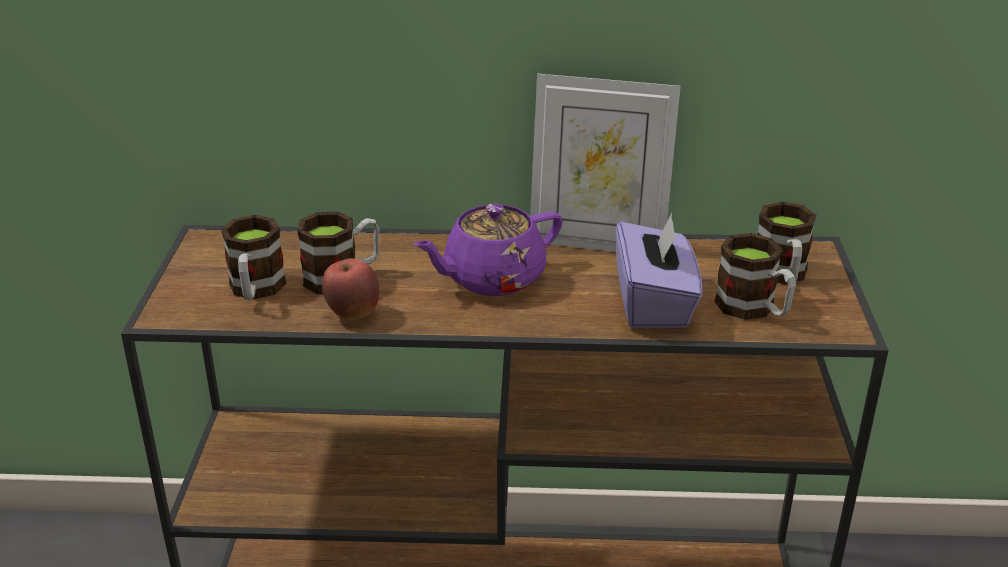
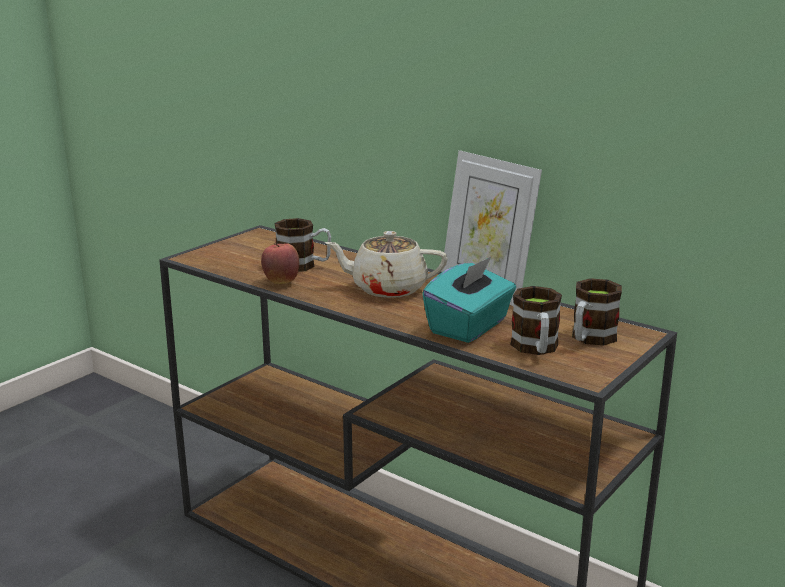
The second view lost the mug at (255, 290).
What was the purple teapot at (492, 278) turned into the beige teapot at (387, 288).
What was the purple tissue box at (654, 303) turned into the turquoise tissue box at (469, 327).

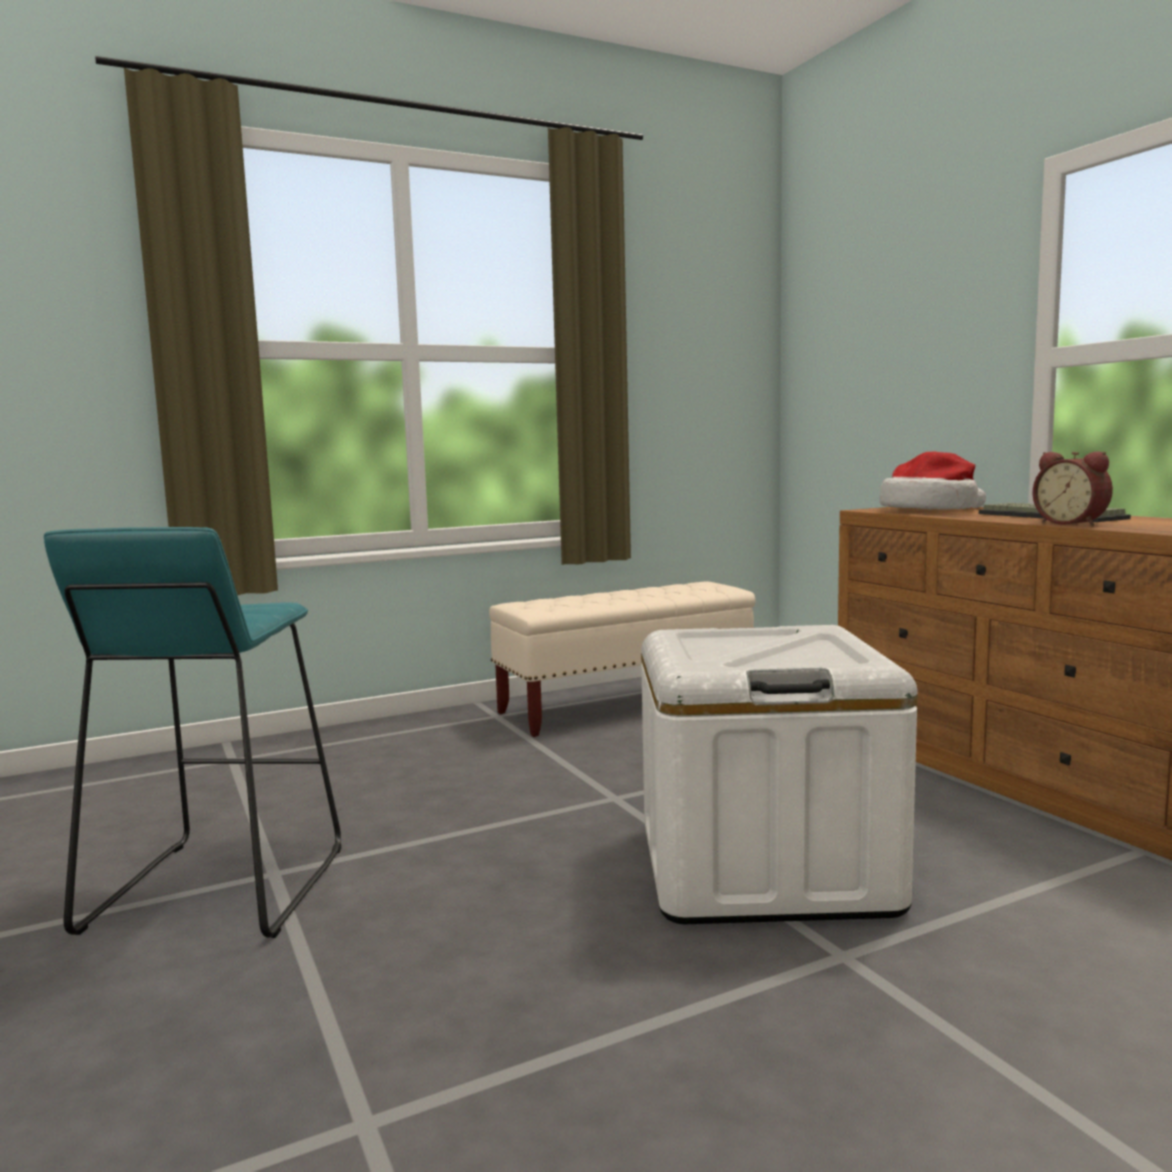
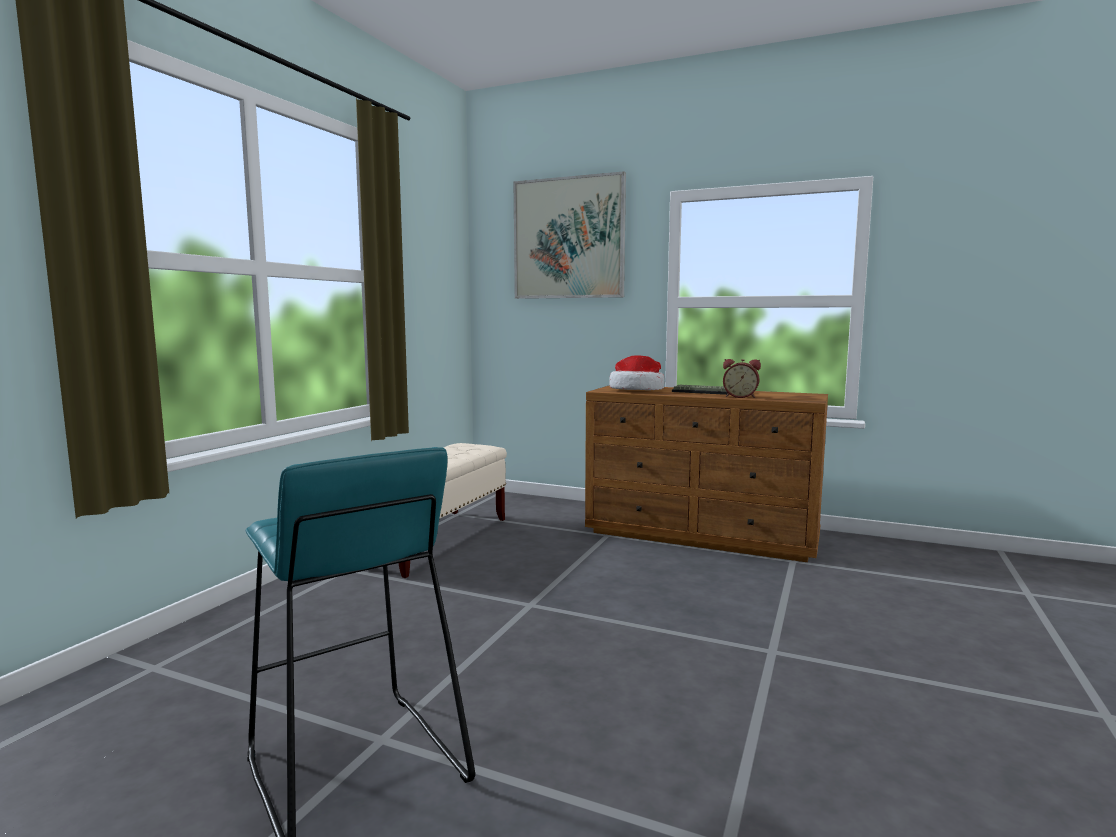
The second view lost the white storage box at (764, 867).
The second view gained the picture at (568, 238).

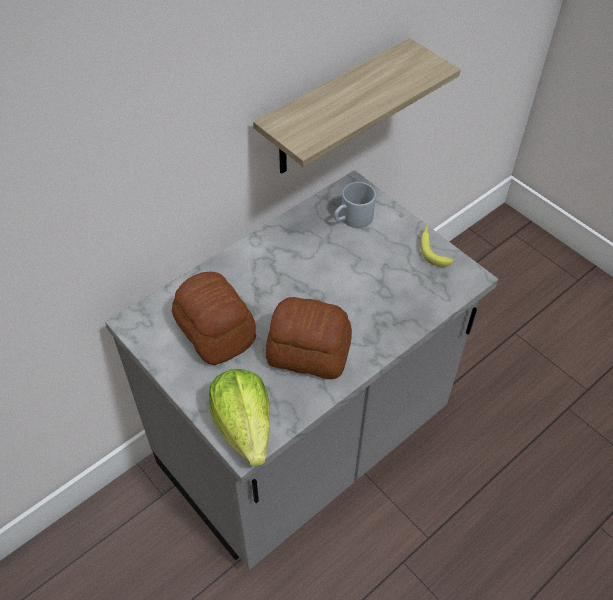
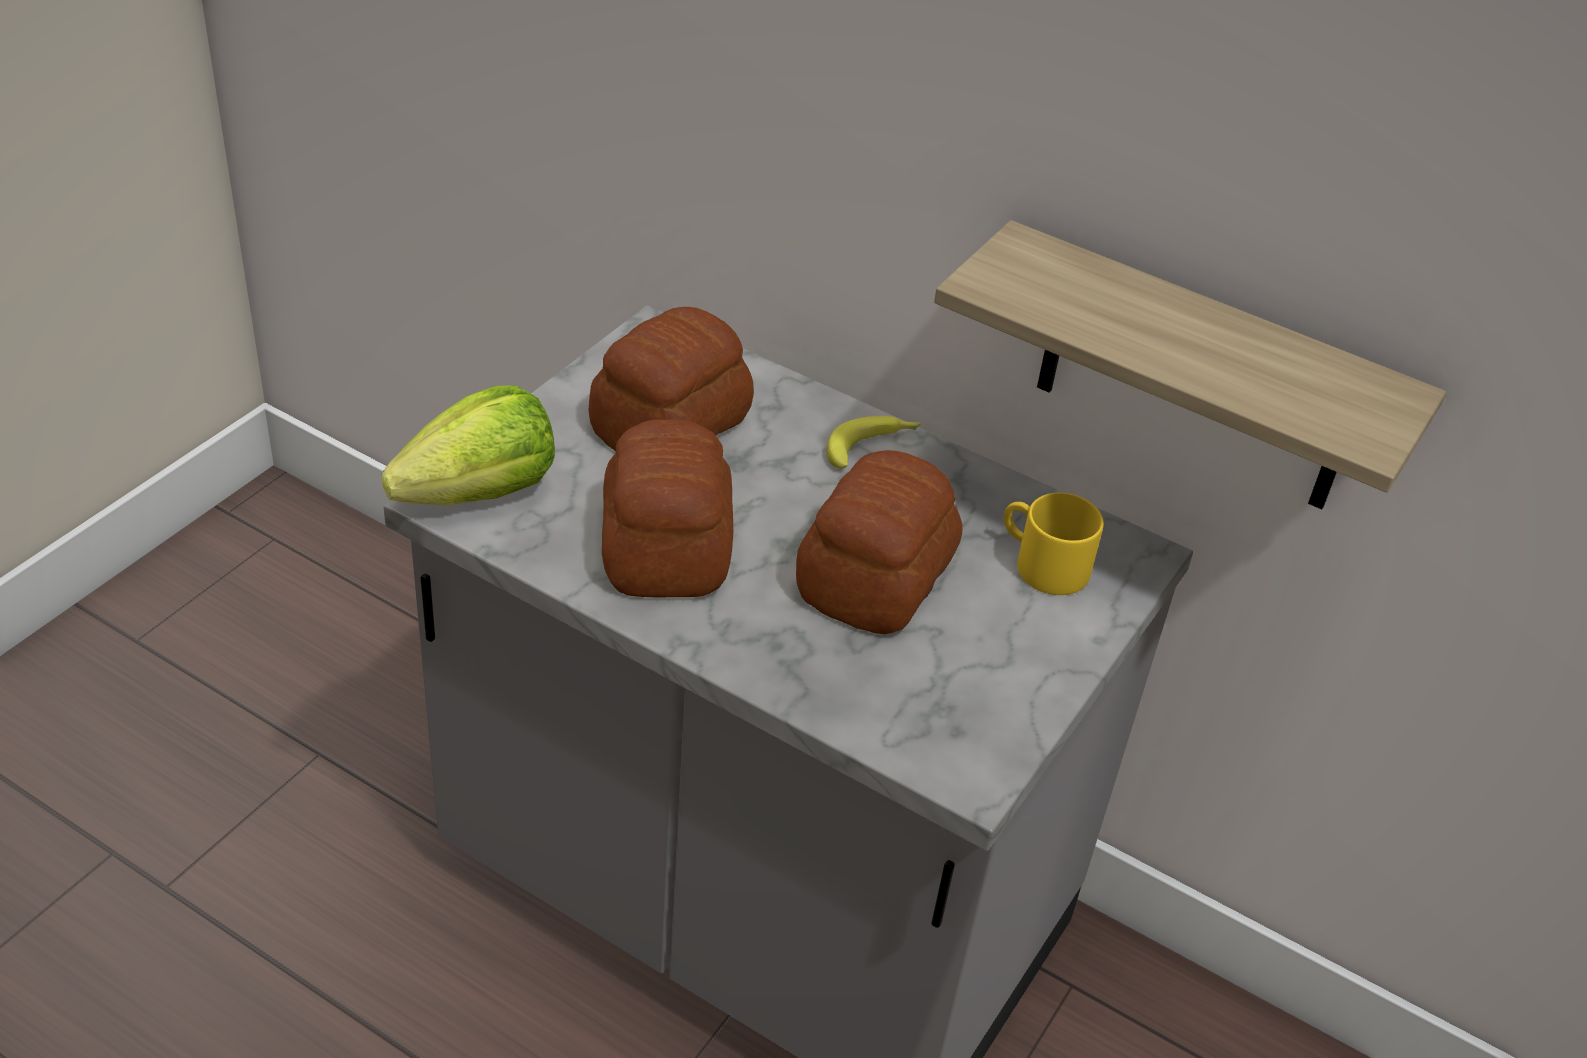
What was the grey mug at (352, 219) turned into the yellow mug at (1040, 564).
The banana ended up elsewhere, having gone from (433, 248) to (872, 447).
The second view gained the bread at (878, 578).

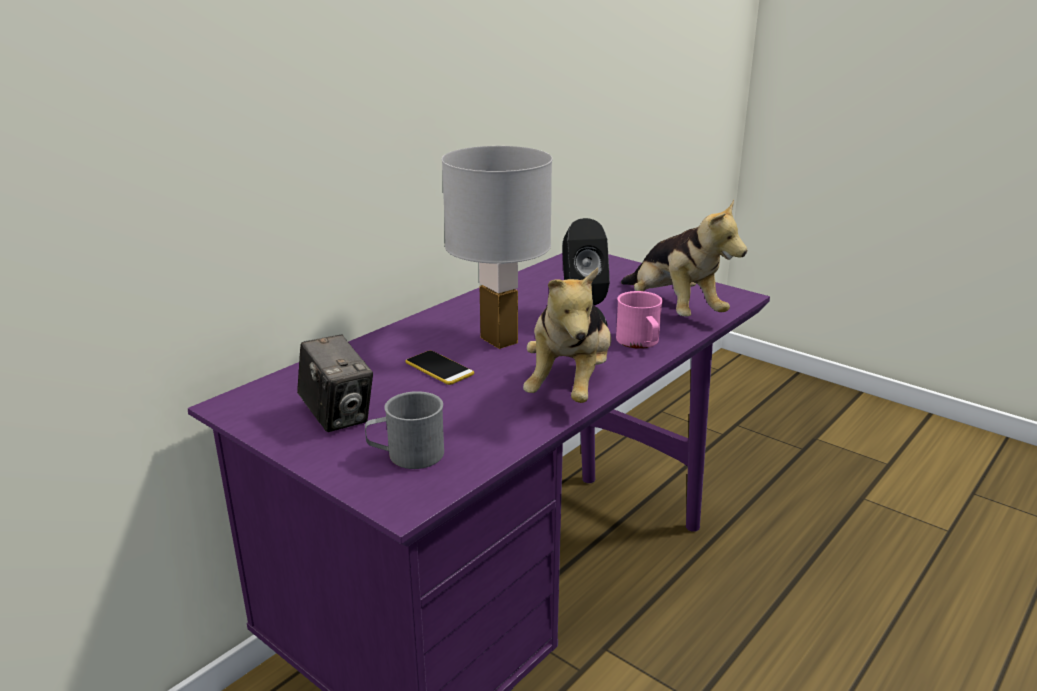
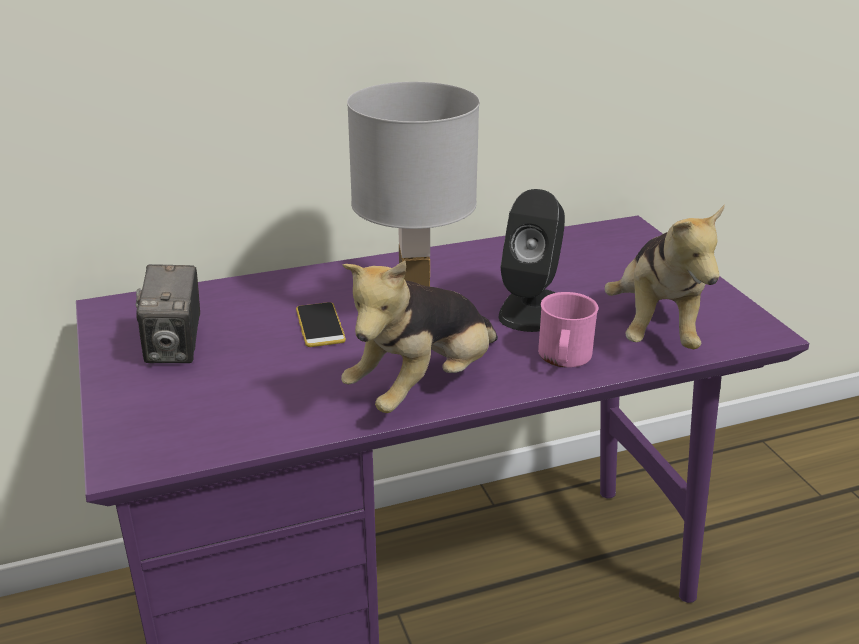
The second view lost the grey mug at (406, 455).

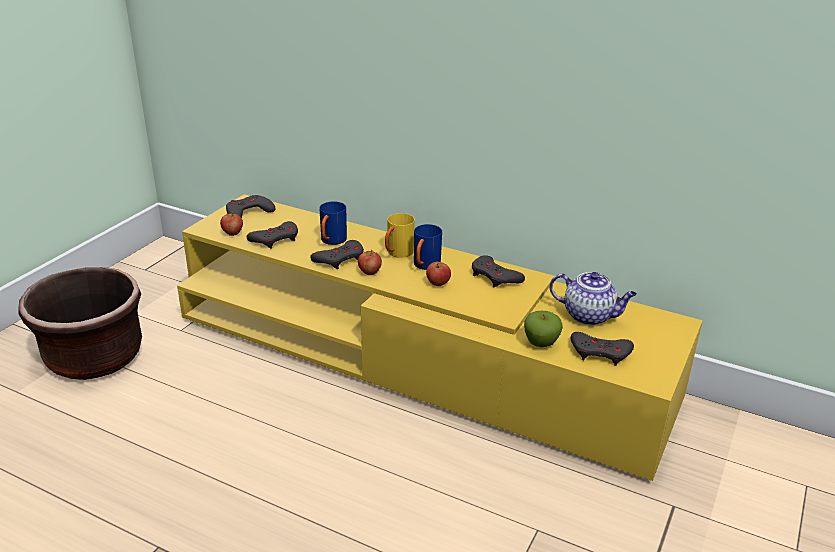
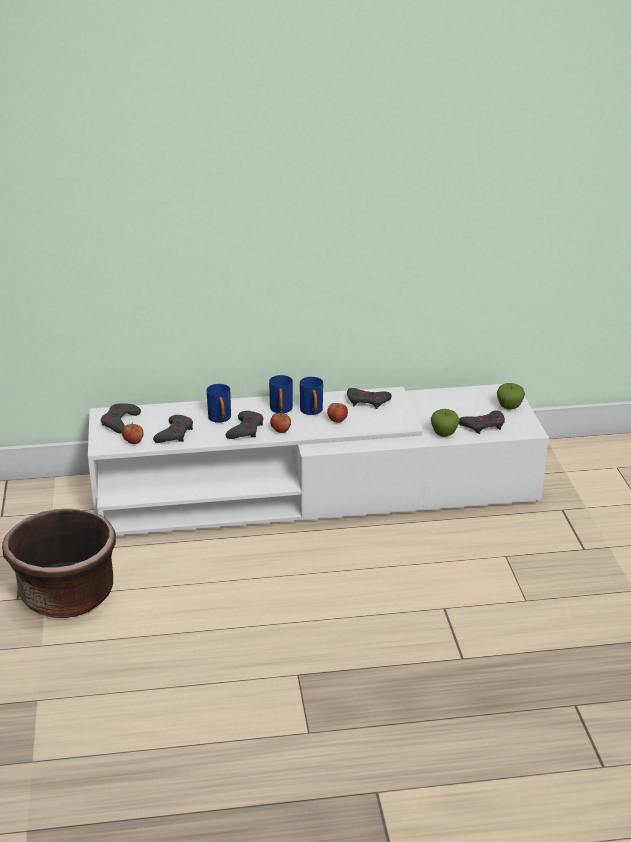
What was the yellow tv stand at (415, 357) turned into the white tv stand at (315, 491).
What was the yellow mug at (397, 254) turned into the blue mug at (281, 410).
The second view lost the teapot at (589, 316).
The second view gained the apple at (509, 407).

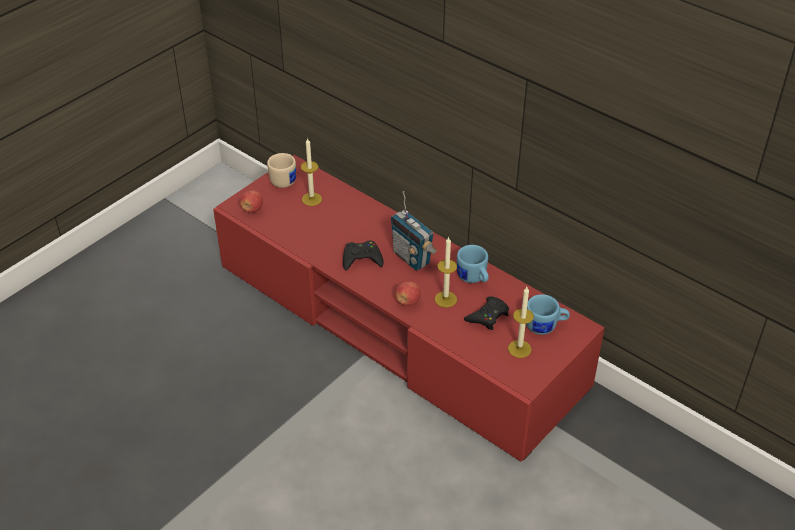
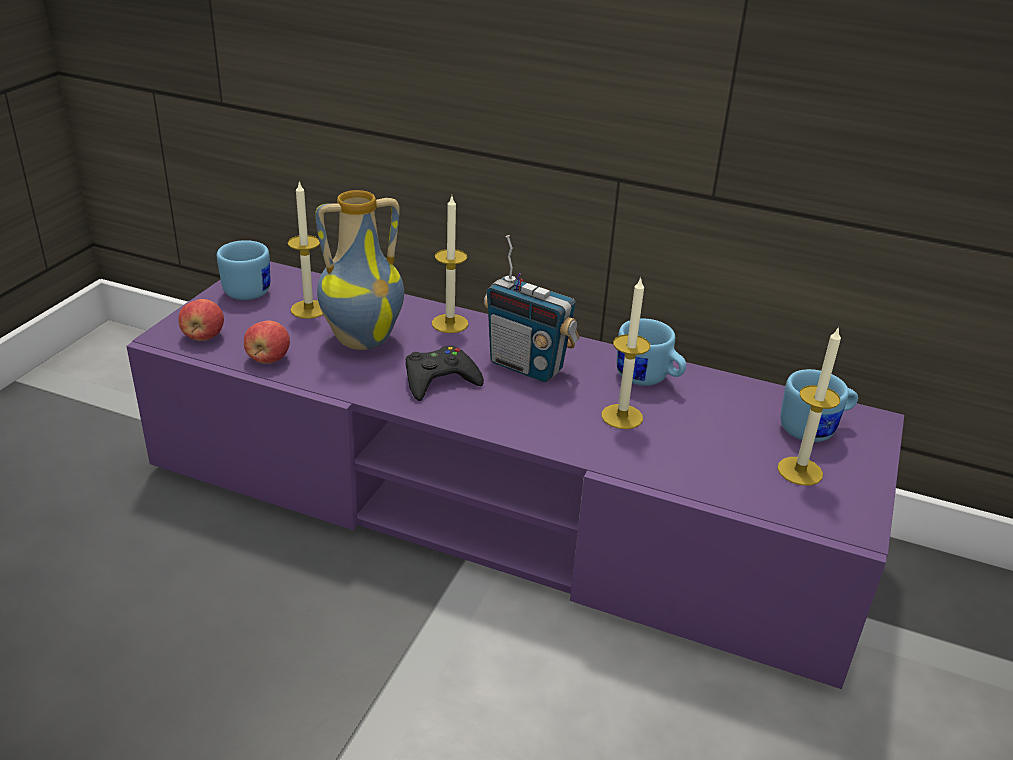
What was the red tv stand at (397, 326) turned into the purple tv stand at (499, 505).
What was the beige mug at (285, 179) turned into the blue mug at (249, 288).
The apple ended up elsewhere, having gone from (407, 302) to (268, 359).
The second view lost the black game controller at (488, 316).
The second view gained the vase at (362, 339).
The second view gained the candle at (450, 323).

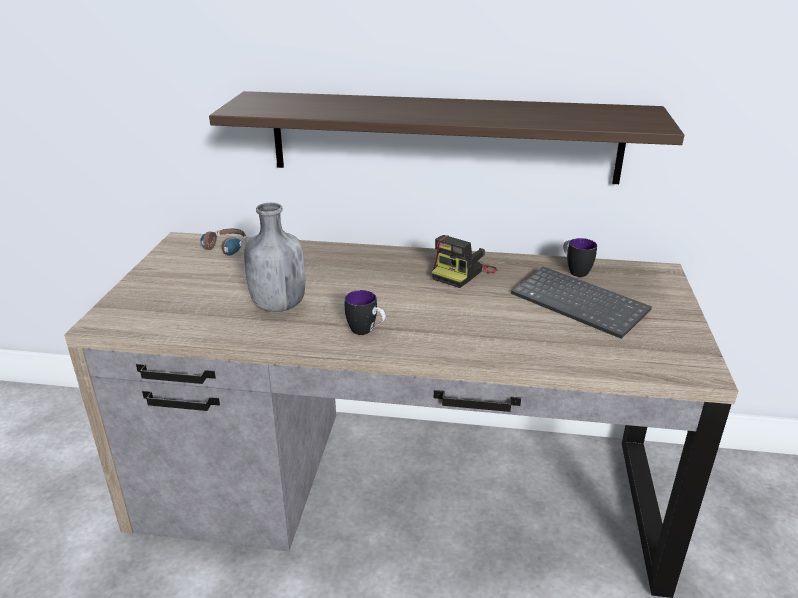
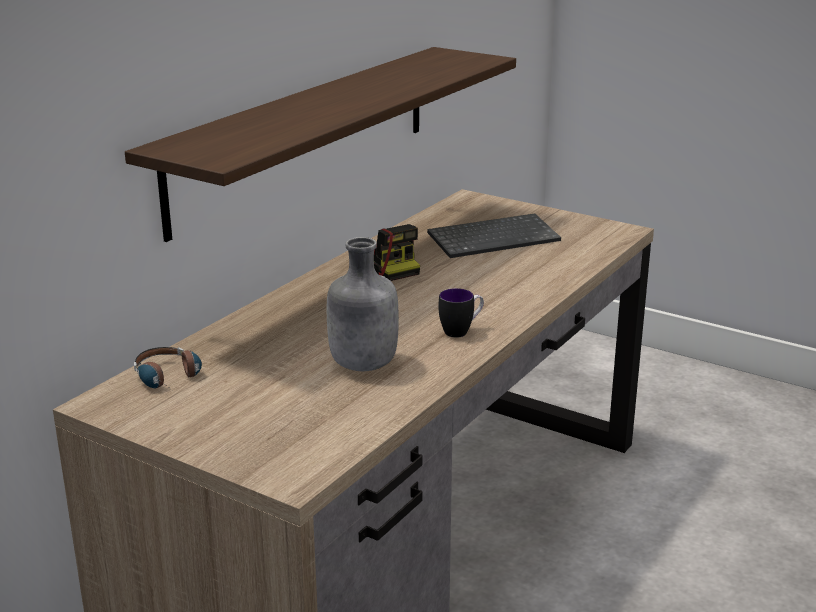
The second view lost the mug at (575, 271).

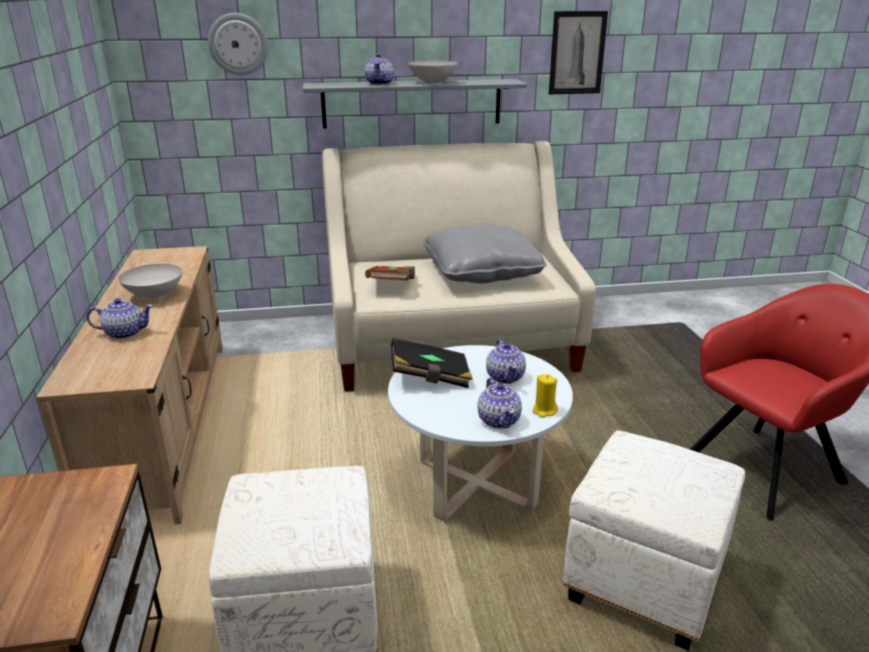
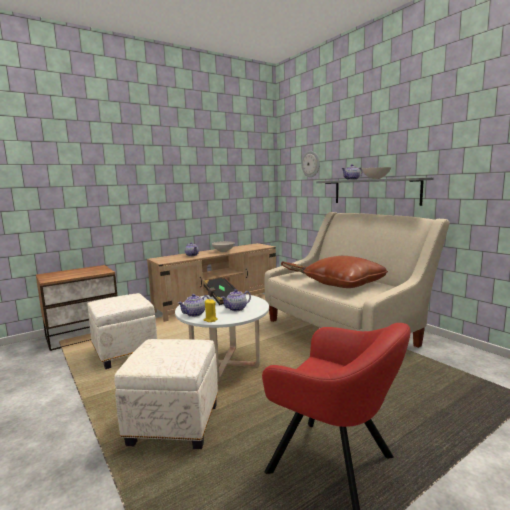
What was the grey pillow at (481, 273) turned into the brown pillow at (344, 284).
The second view lost the picture at (577, 53).

